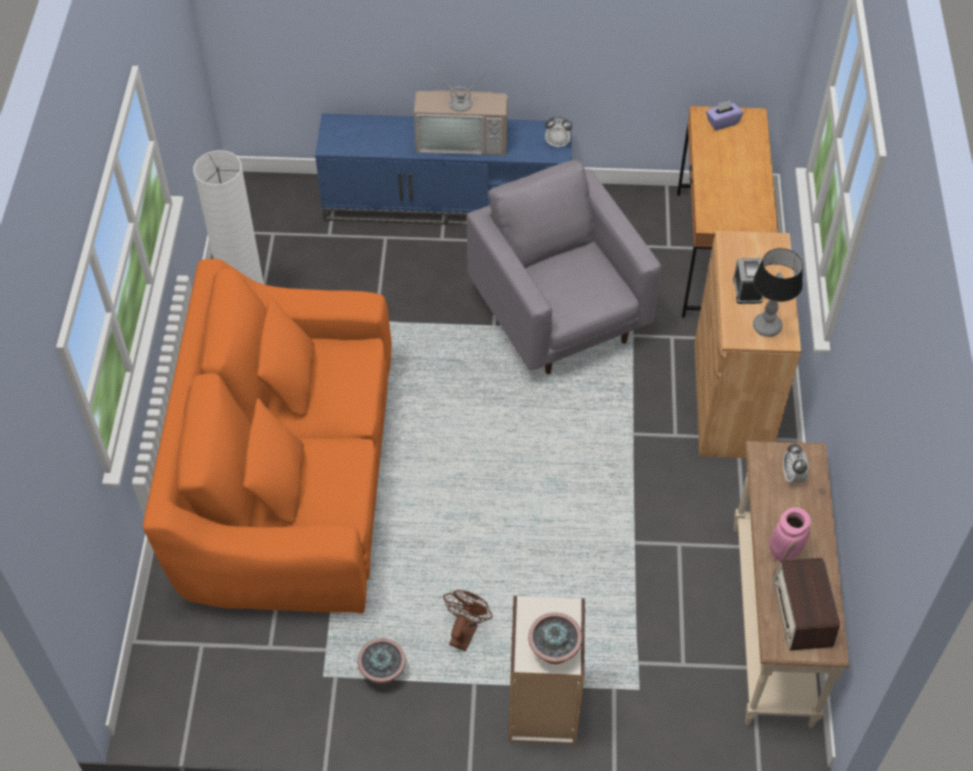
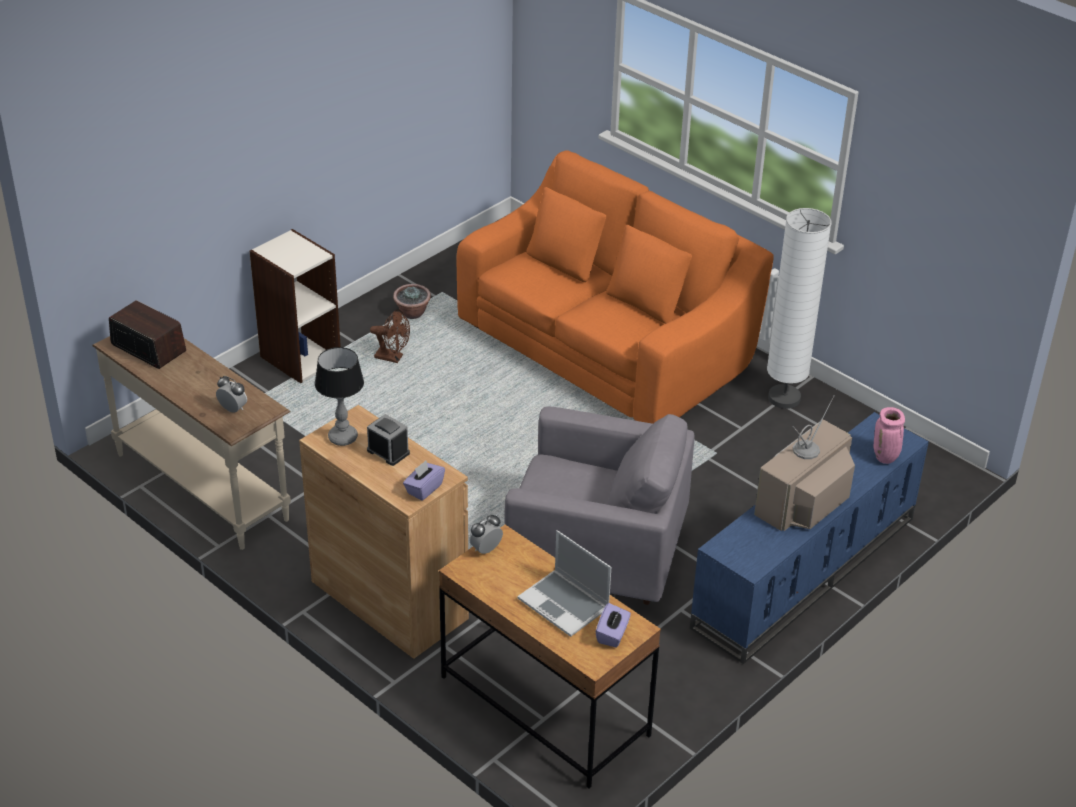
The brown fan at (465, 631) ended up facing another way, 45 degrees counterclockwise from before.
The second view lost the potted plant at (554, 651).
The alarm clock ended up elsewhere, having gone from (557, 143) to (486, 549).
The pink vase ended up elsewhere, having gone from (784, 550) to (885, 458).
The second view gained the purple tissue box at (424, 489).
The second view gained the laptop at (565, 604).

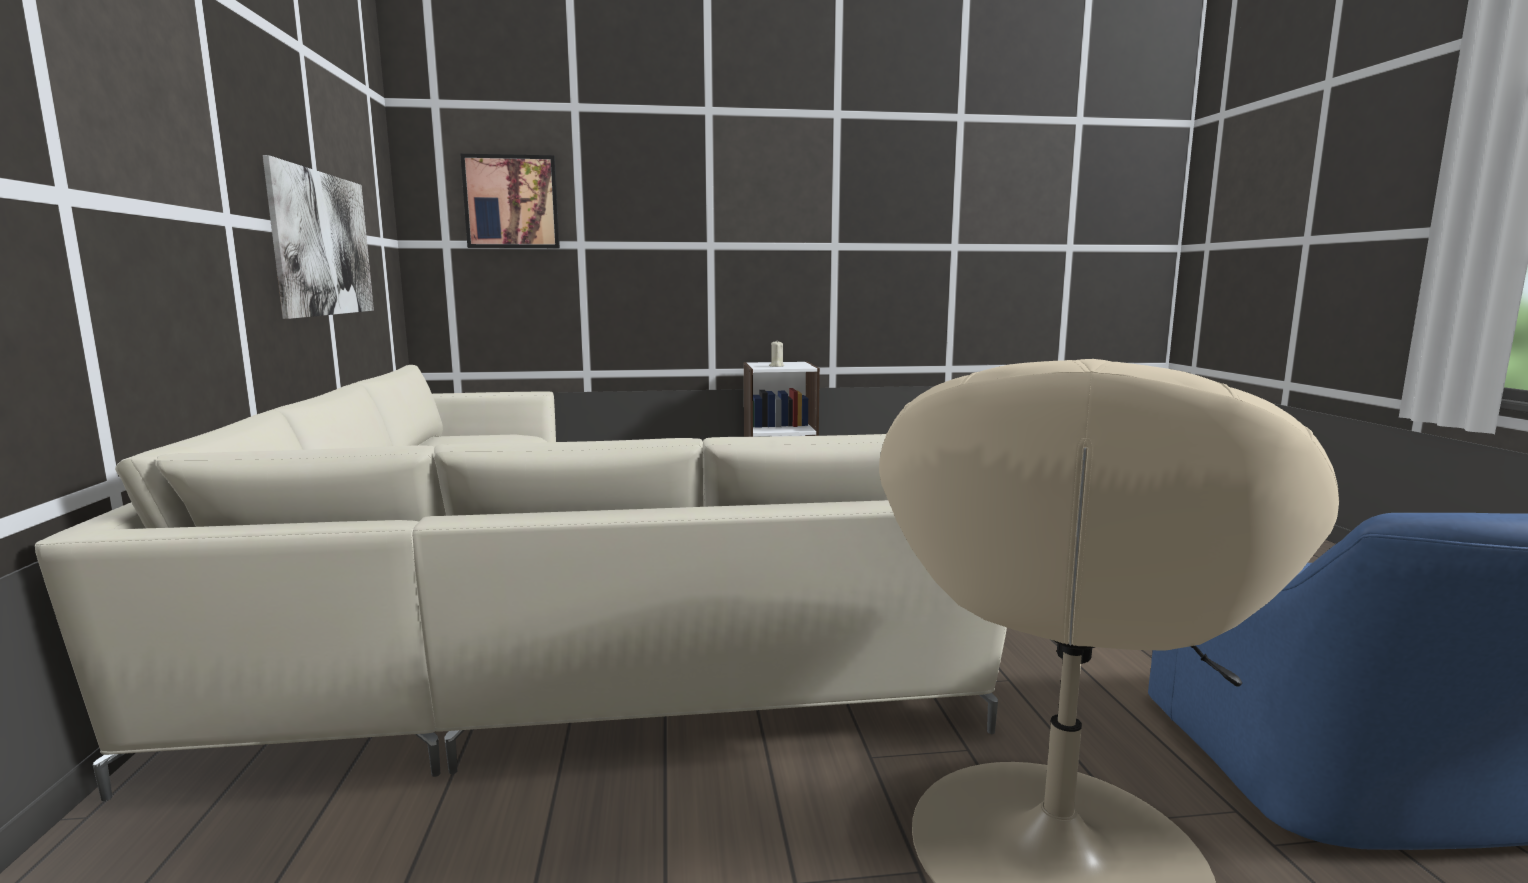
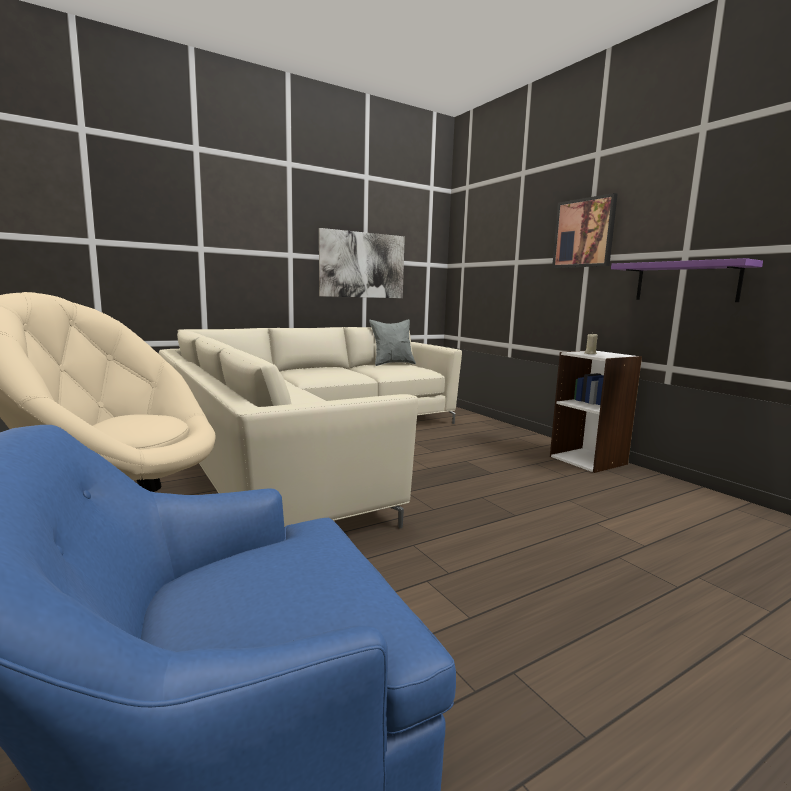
The picture ended up elsewhere, having gone from (511, 202) to (584, 233).
The second view gained the grey pillow at (392, 364).
The second view gained the purple shelf at (686, 282).

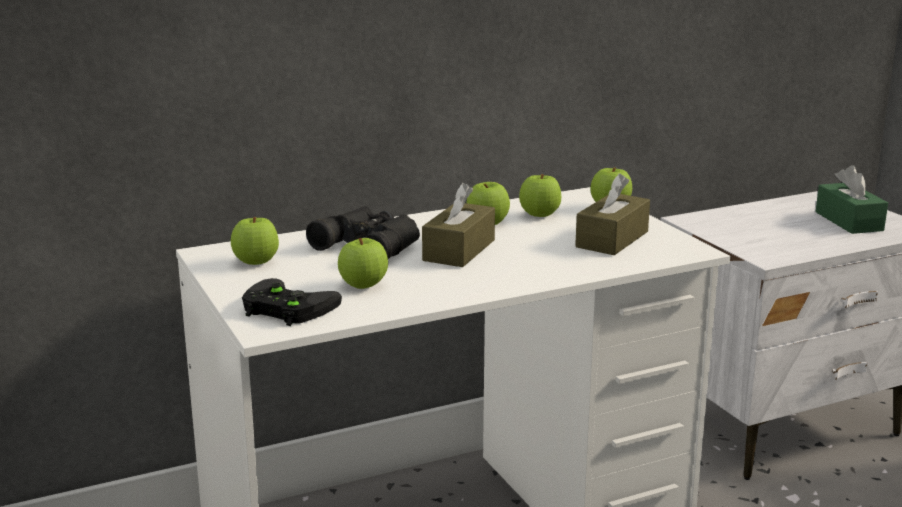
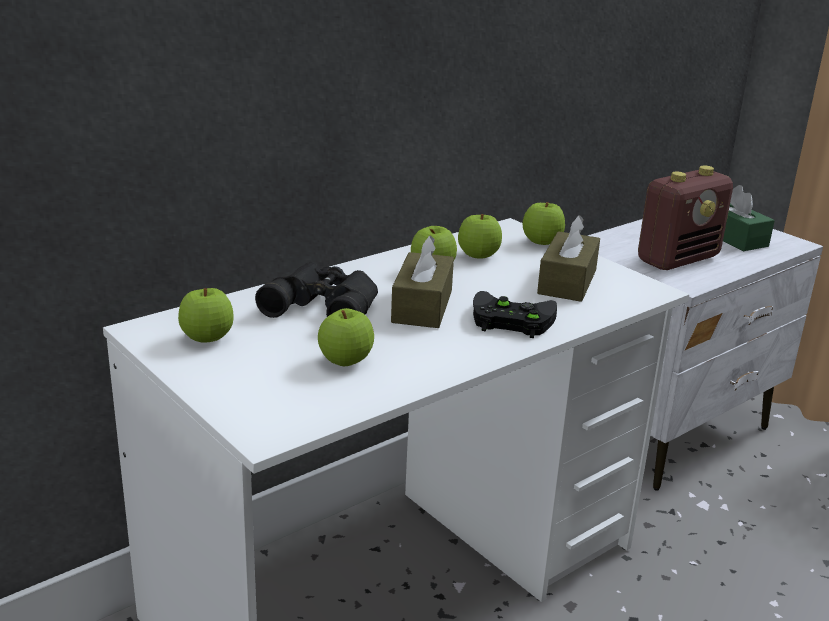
The black game controller ended up elsewhere, having gone from (284, 308) to (509, 320).
The second view gained the radio at (678, 259).

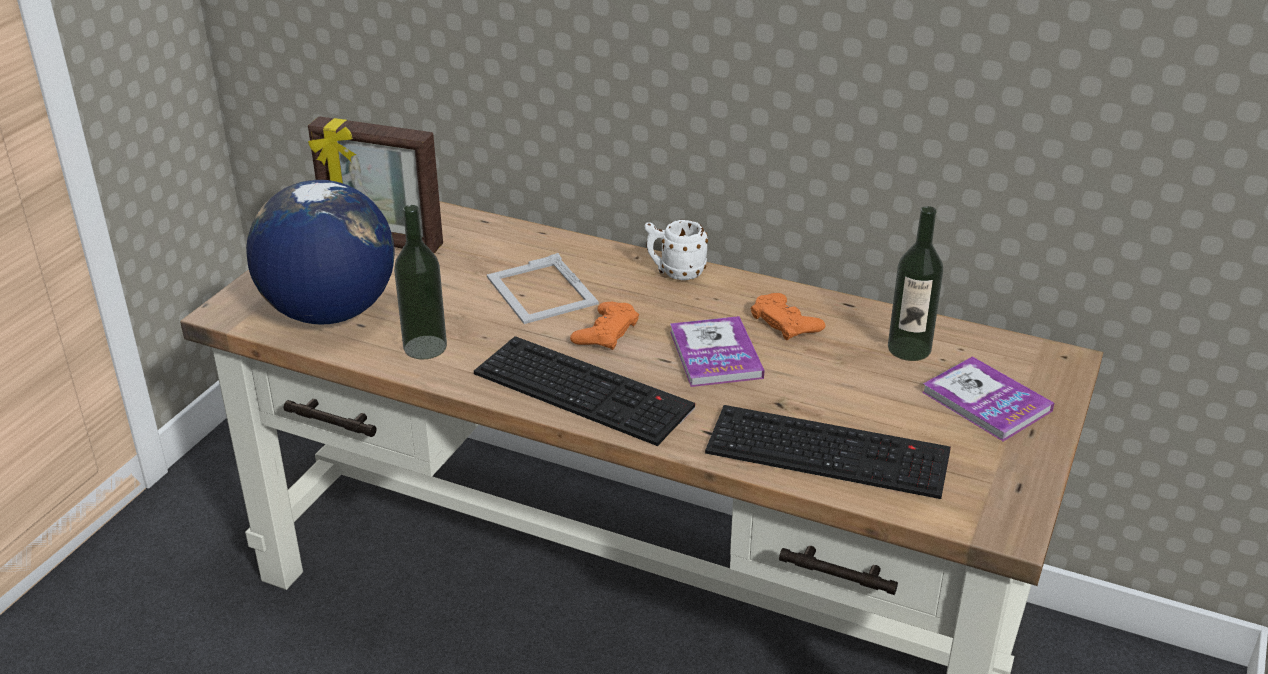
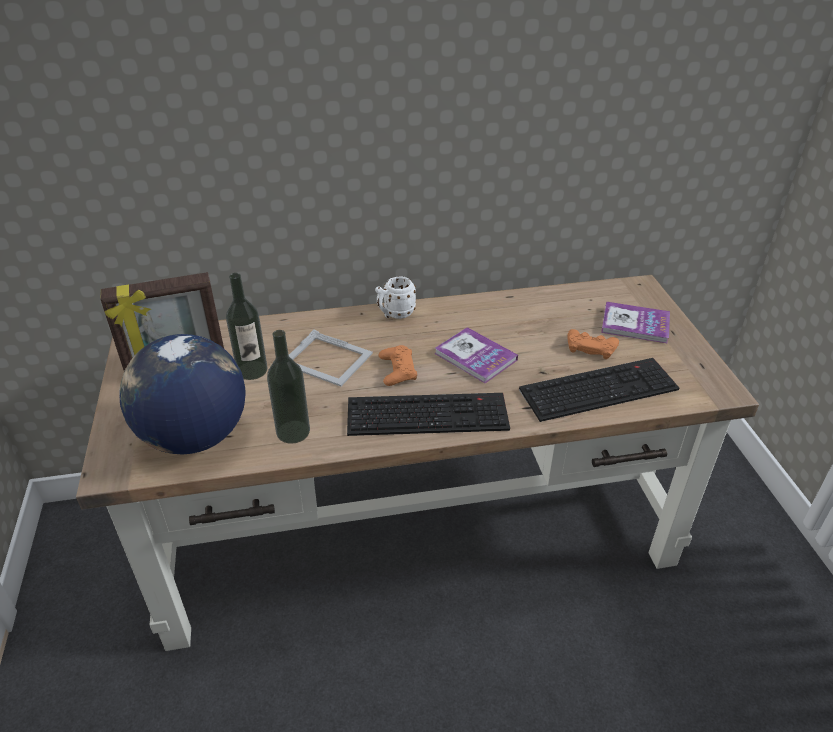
The orange game controller ended up elsewhere, having gone from (786, 322) to (591, 347).
The bottle ended up elsewhere, having gone from (909, 349) to (252, 370).

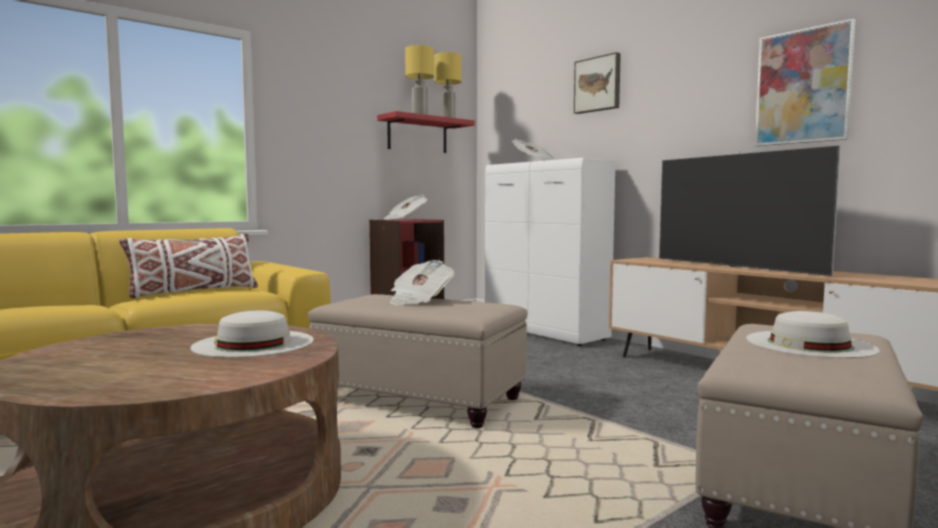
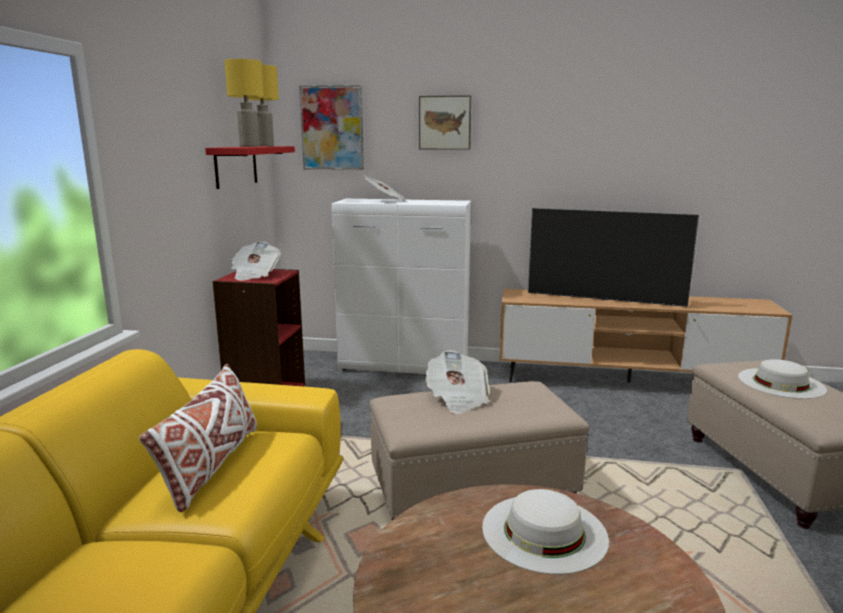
The picture ended up elsewhere, having gone from (803, 86) to (332, 128).

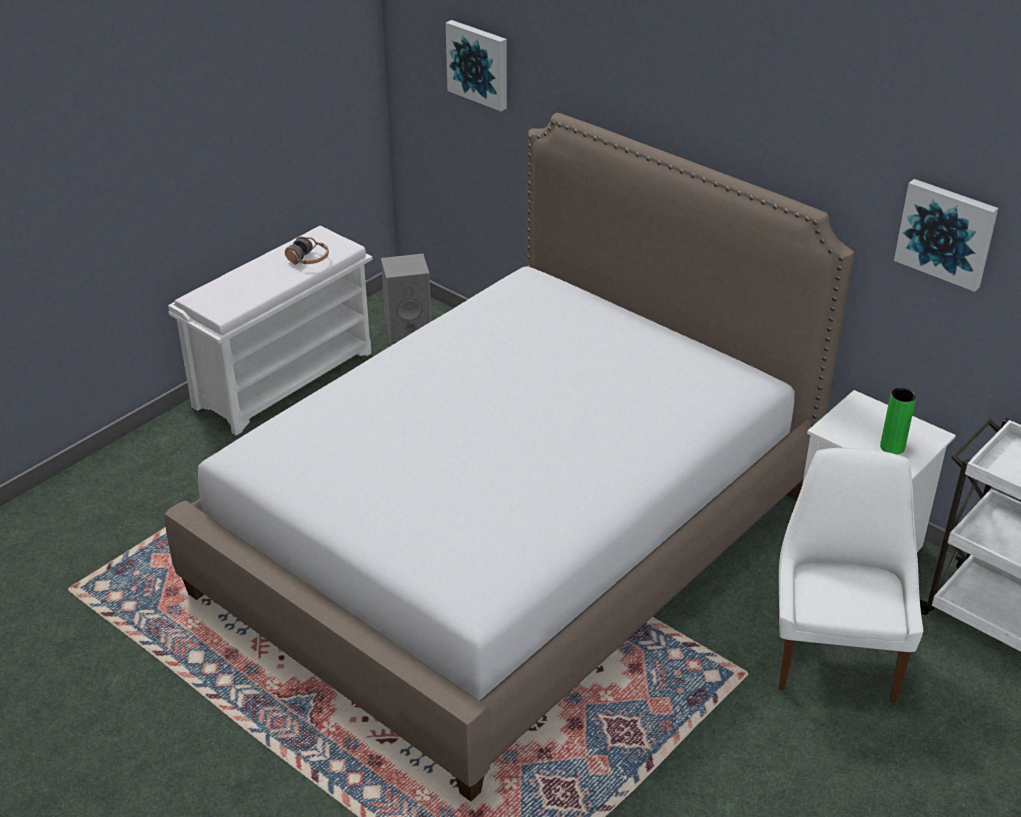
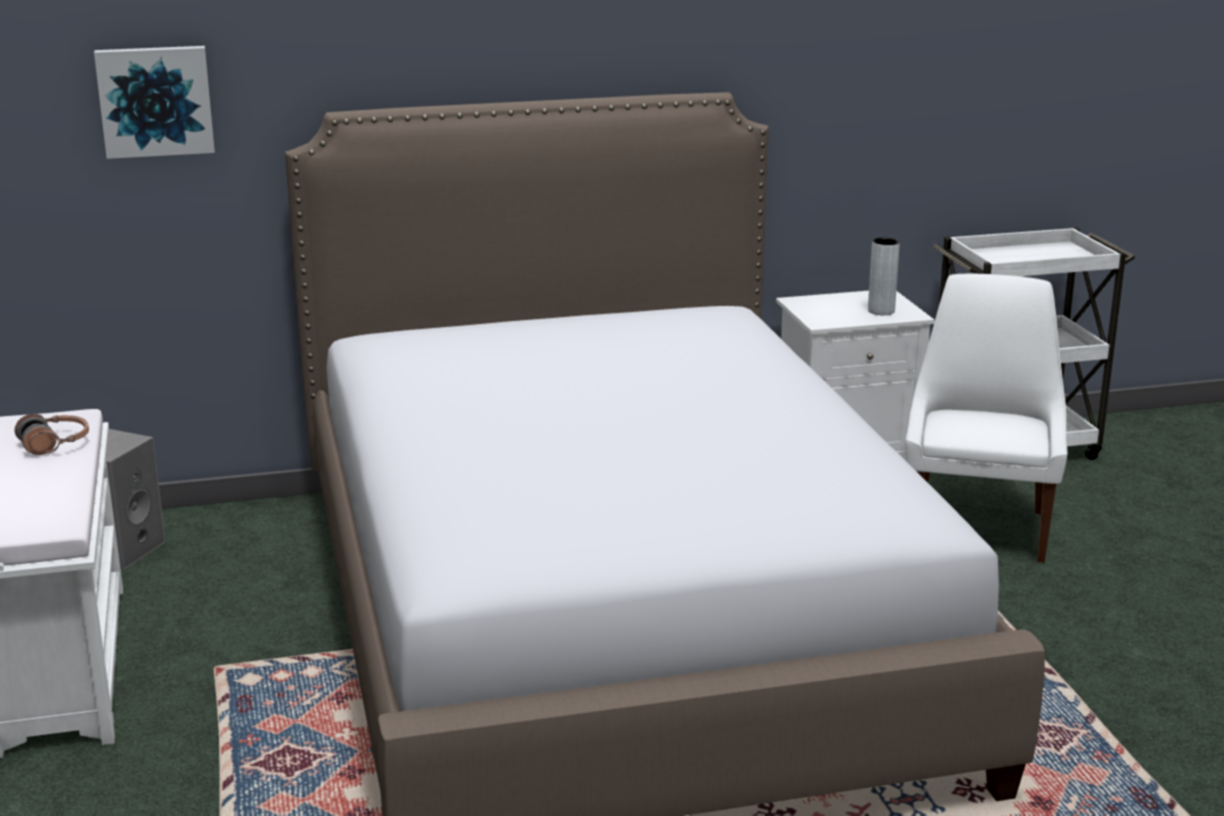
The white chair at (835, 654) ended up facing another way, 60 degrees clockwise from before.
What was the green vase at (892, 447) turned into the grey vase at (881, 311).
The second view lost the picture at (947, 233).

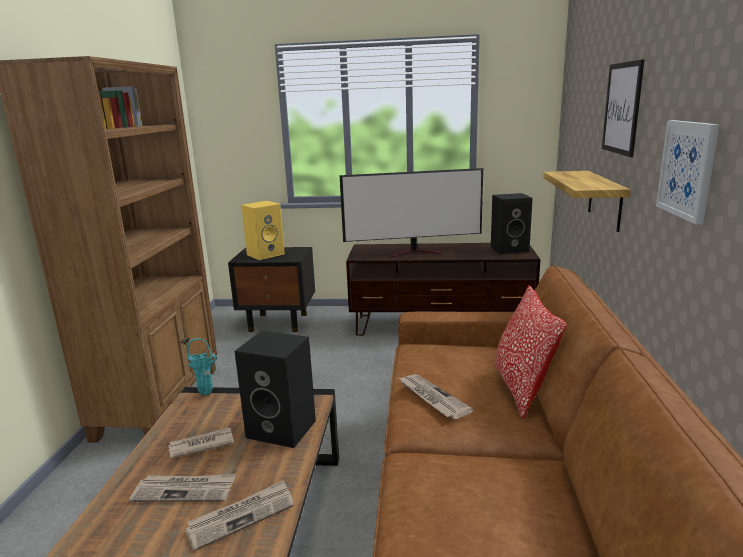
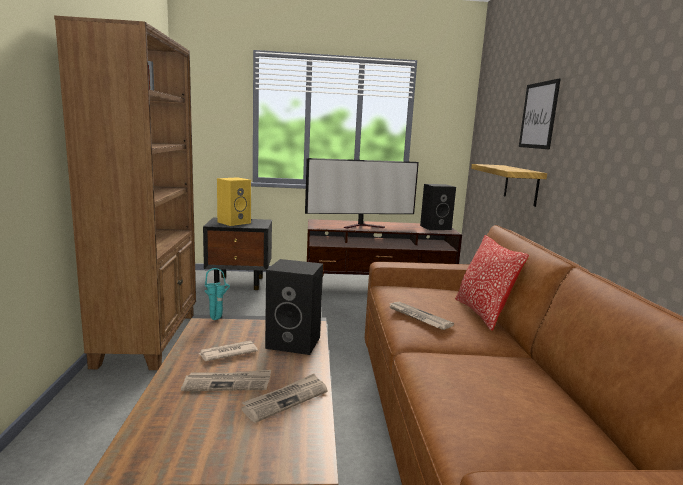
The second view lost the picture at (688, 169).

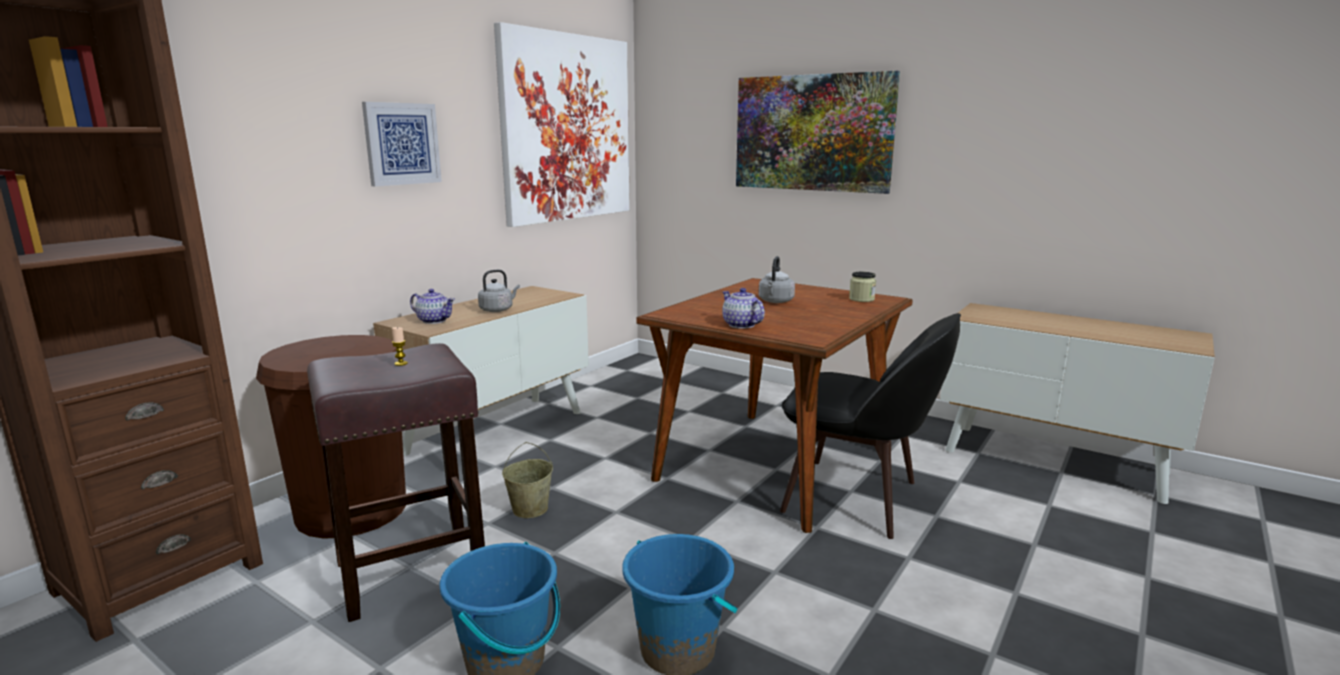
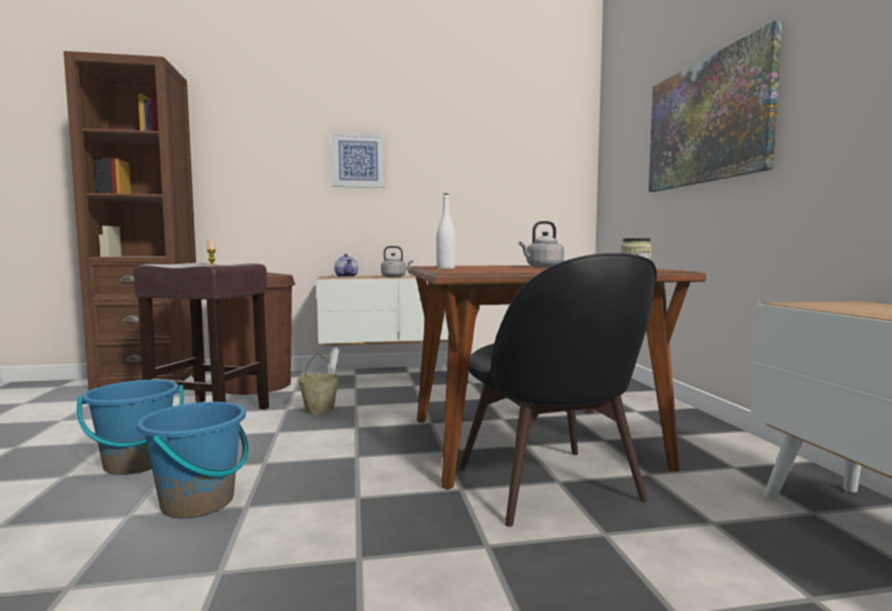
The second view lost the picture at (567, 128).
Where the teapot stood at (741, 325), the white bottle came to stand at (446, 268).

